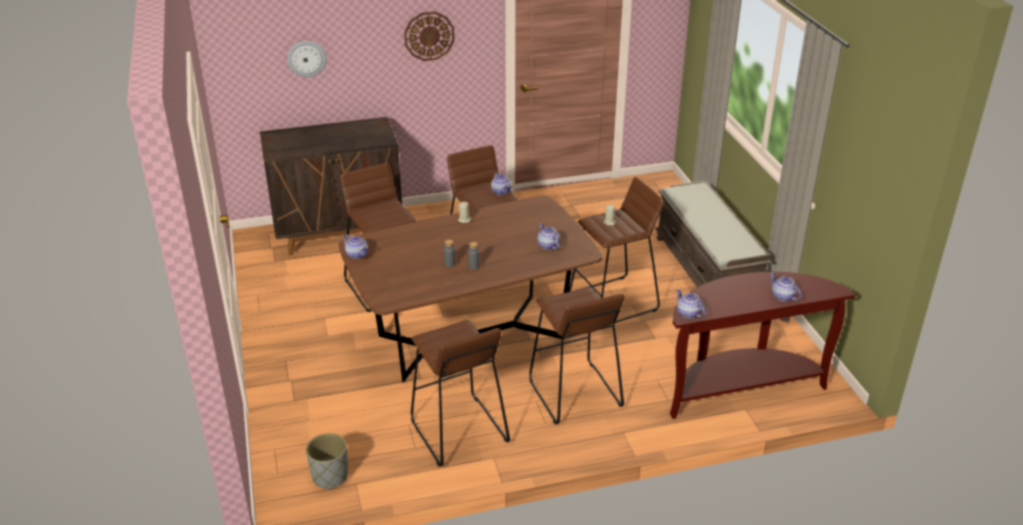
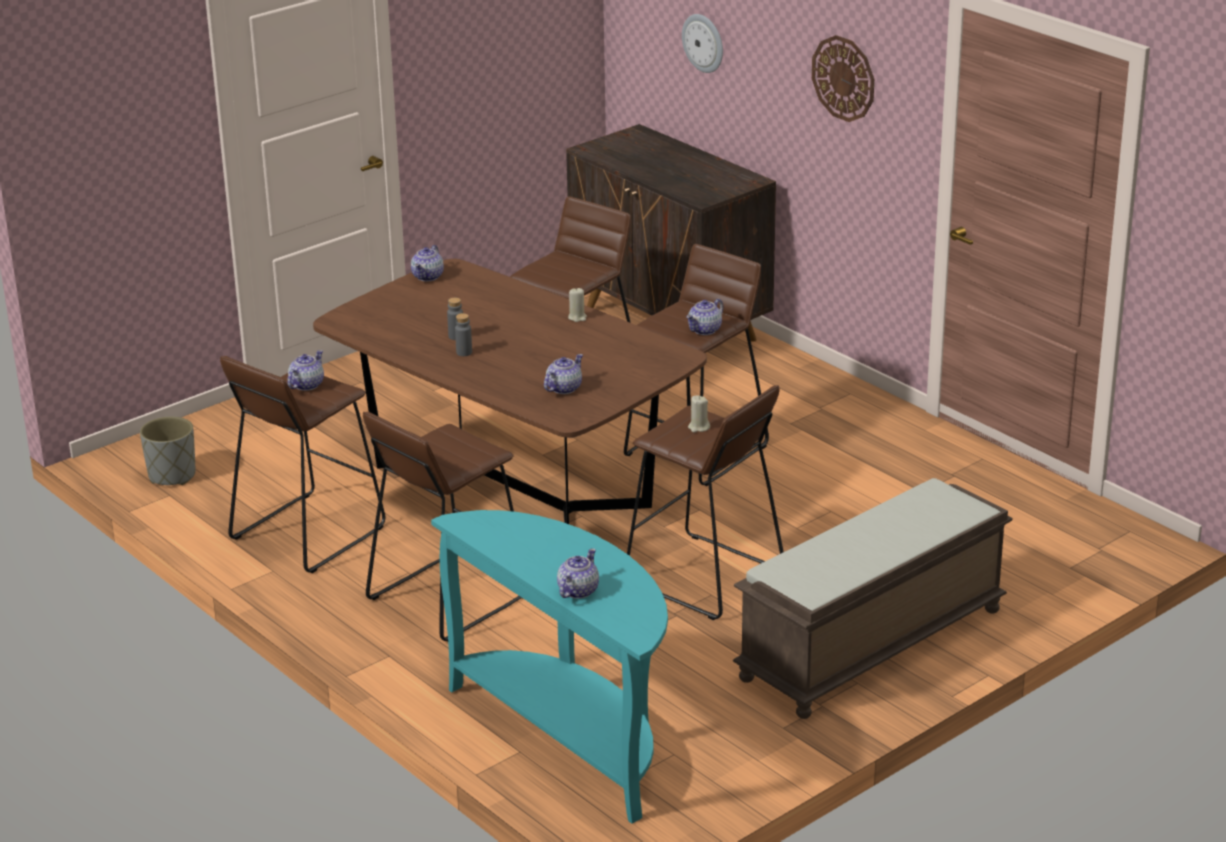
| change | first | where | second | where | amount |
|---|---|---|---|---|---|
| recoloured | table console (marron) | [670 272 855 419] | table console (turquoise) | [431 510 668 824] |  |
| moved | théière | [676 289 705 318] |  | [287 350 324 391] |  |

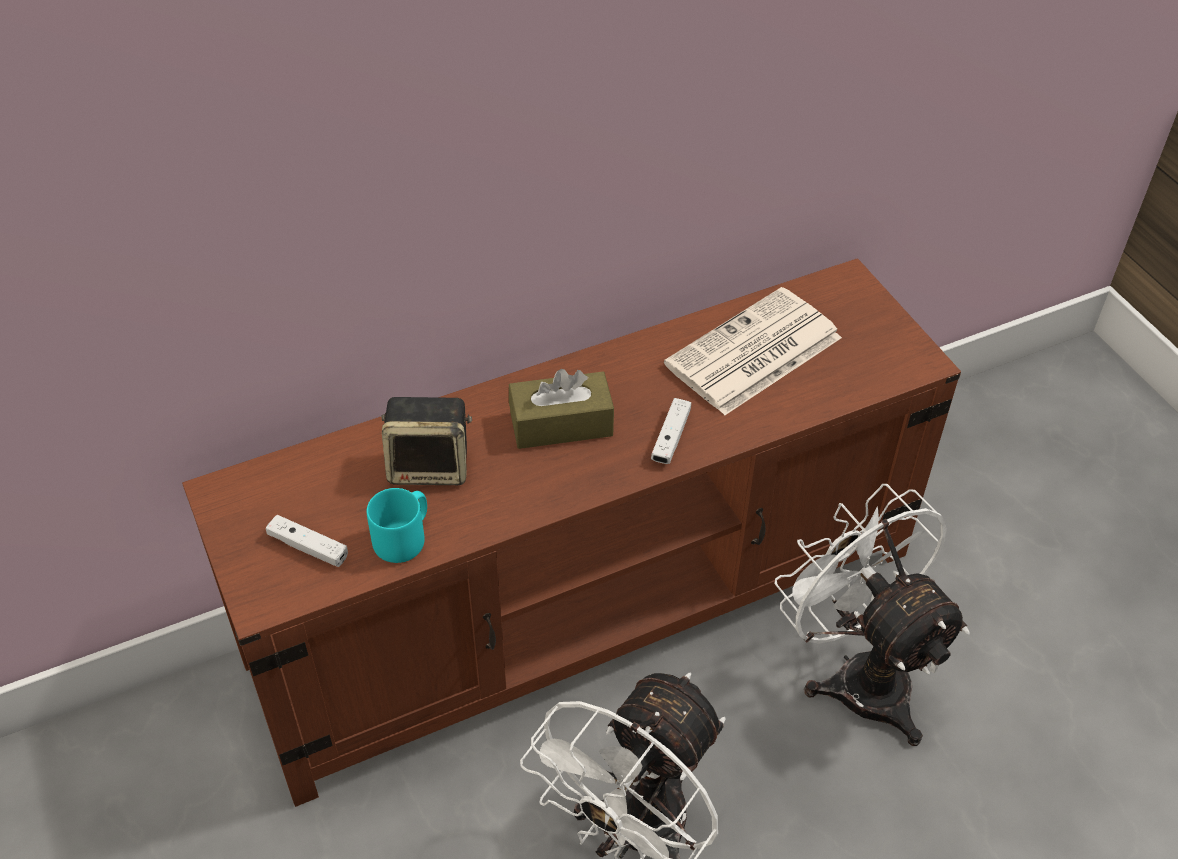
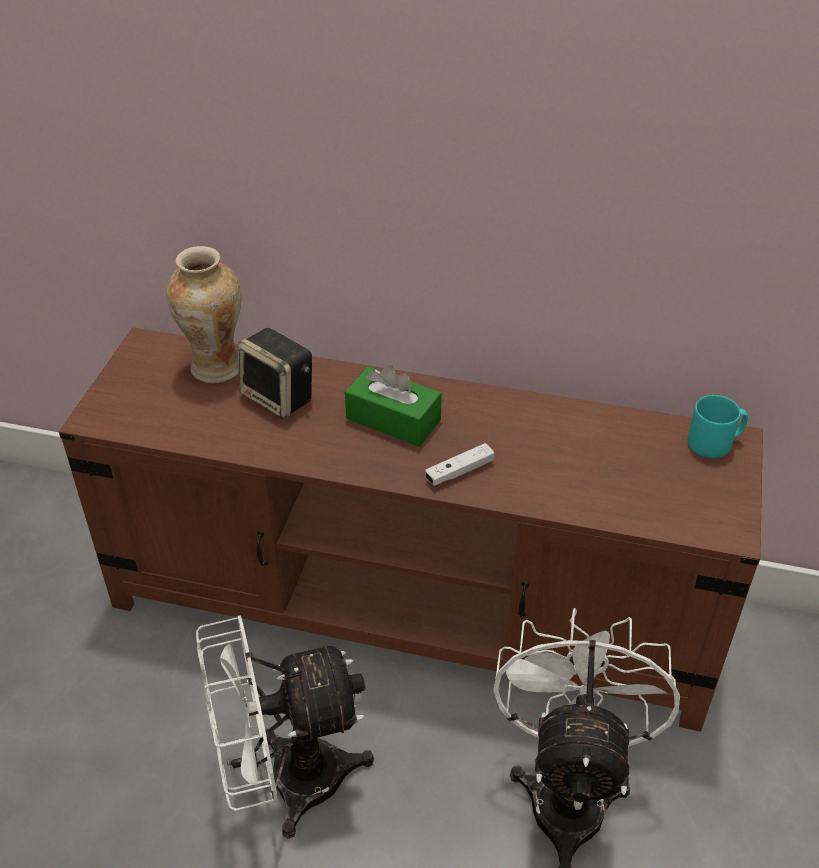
| change | first | where | second | where | amount |
|---|---|---|---|---|---|
| removed | journal | [664 287 842 415] |  |  |  |
| recoloured | boîte à mouchoirs (marron) | [509 369 614 449] | boîte à mouchoirs (vert) | [345 365 442 447] |  |
| moved | mug (turquoise) | [367 488 427 563] |  | [687 395 748 458] |  |
| removed | manette (blanc) | [266 515 348 567] |  |  |  |
| added |  |  | vase | [166 246 242 383] |  |

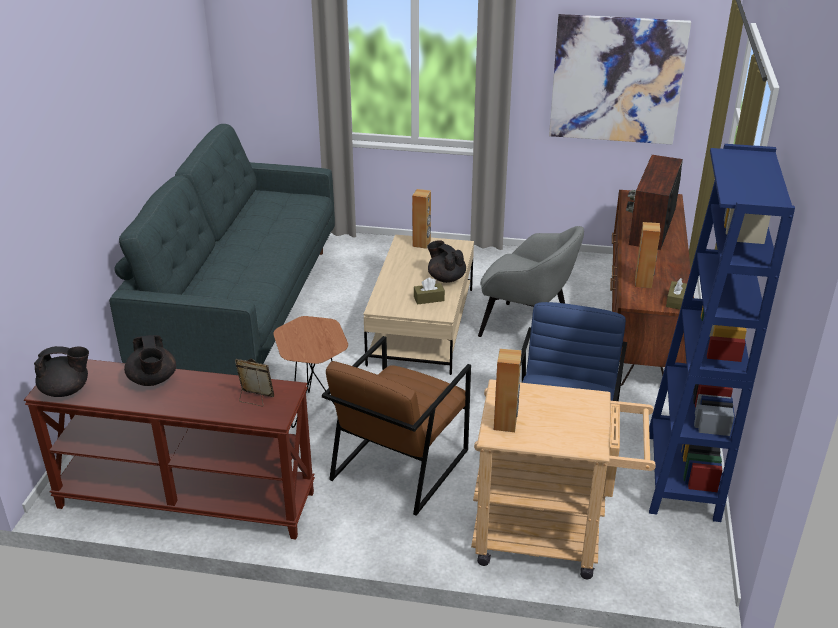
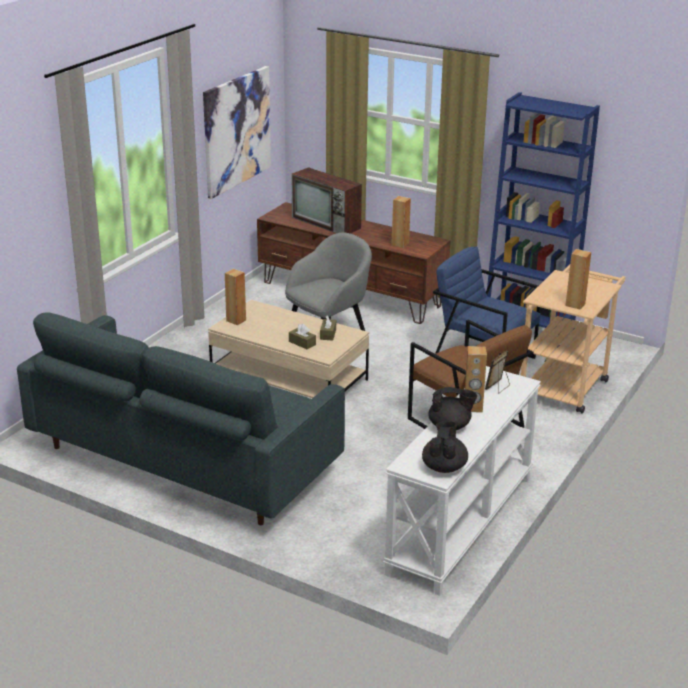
| change | first | where | second | where | amount |
|---|---|---|---|---|---|
| removed | théière (noir) | [427 240 466 283] |  |  |  |
| moved | boîte à mouchoirs (marron) | [666 278 687 309] |  | [289 324 316 349] |  |
| removed | table d'appoint (marron) | [273 316 348 428] |  |  |  |
| recoloured | table console (marron) | [24 356 315 539] | table console (blanc) | [383 366 541 596] |  |
| added |  |  | enceinte (marron) | [465 346 487 413] |  |

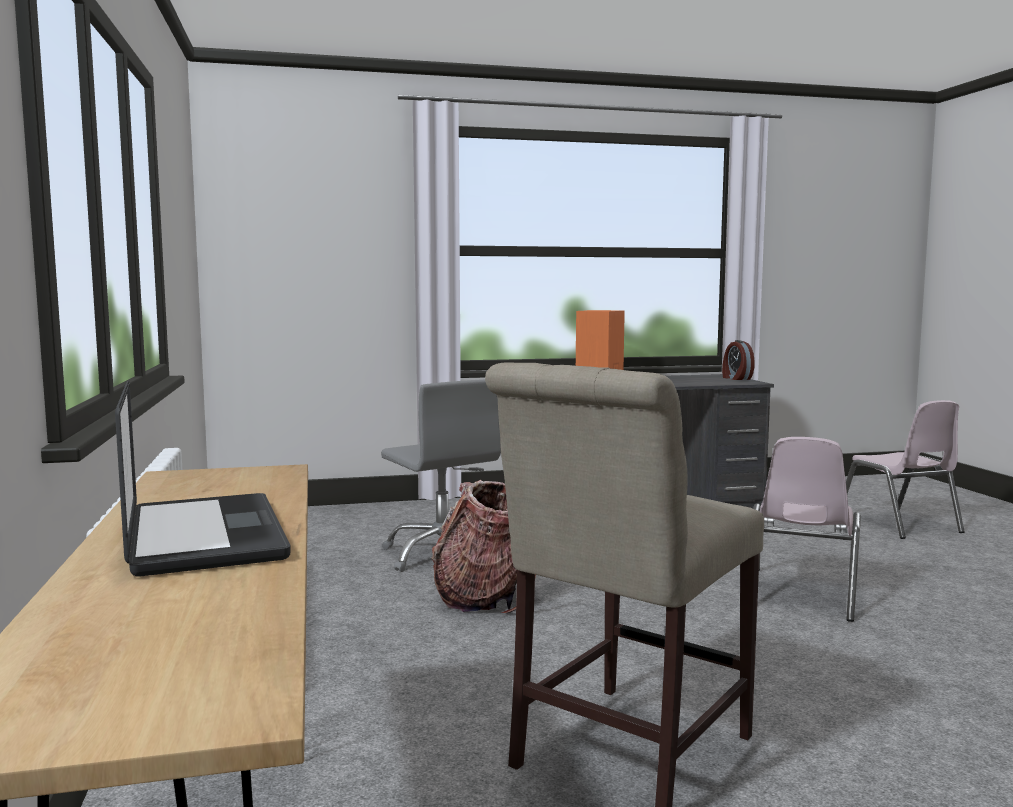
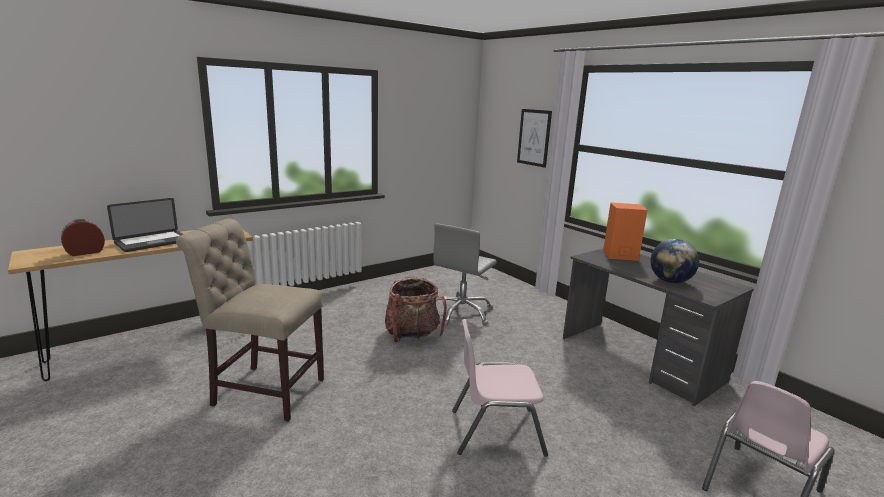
| change | first | where | second | where | amount |
|---|---|---|---|---|---|
| moved | réveil | [722 340 755 380] |  | [61 219 105 256] |  |
| added |  |  | tableau | [517 109 552 168] |  |
| added |  |  | globe | [650 239 699 283] |  |

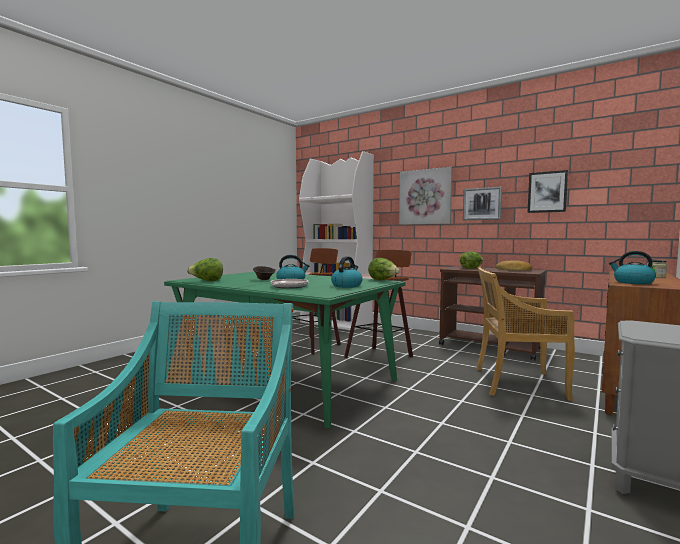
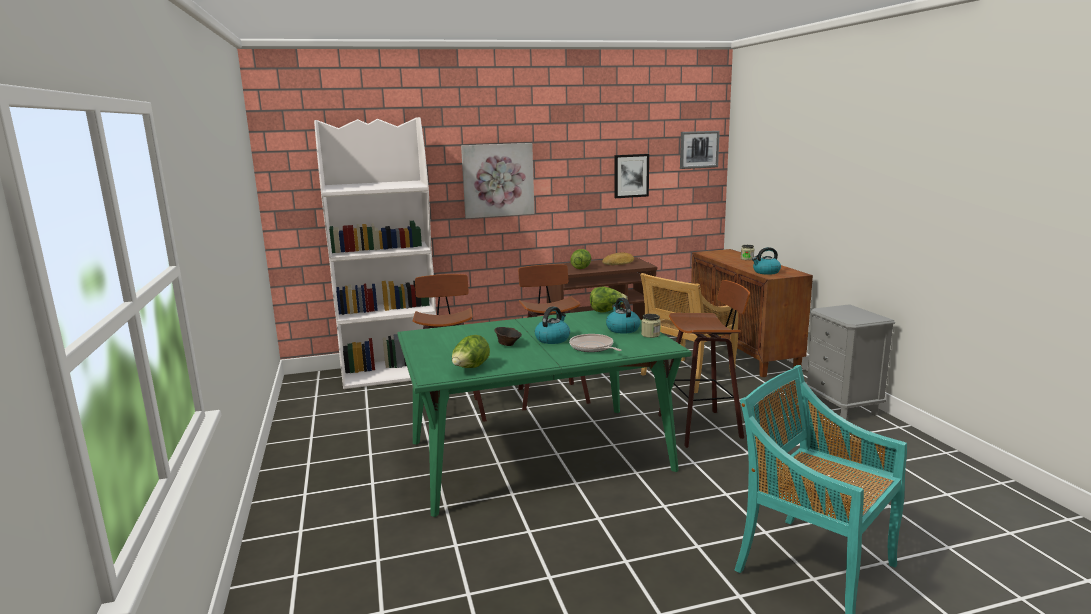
| change | first | where | second | where | amount |
|---|---|---|---|---|---|
| moved | tableau | [463 187 502 220] |  | [680 131 720 169] |  |
| added |  |  | tabouret | [658 280 750 448] |  |
| added |  |  | bocal | [641 314 661 338] |  |

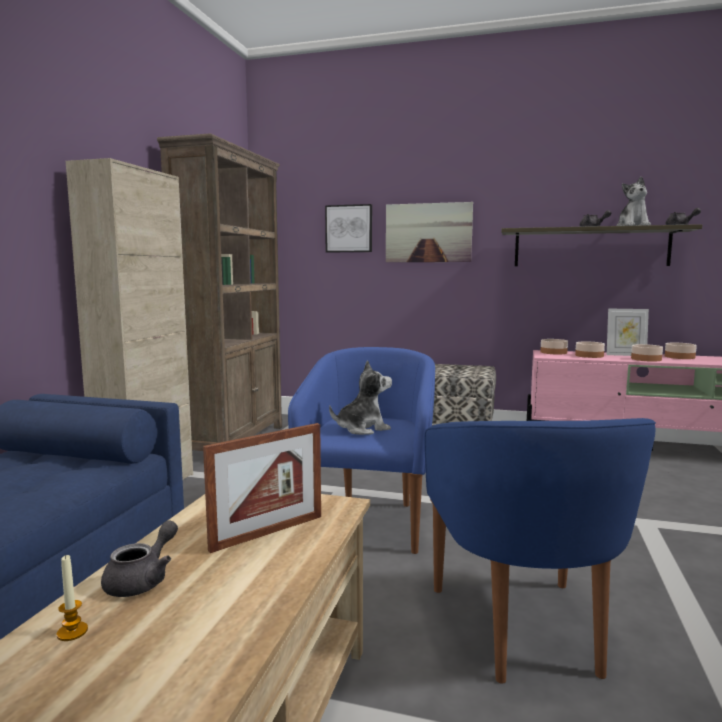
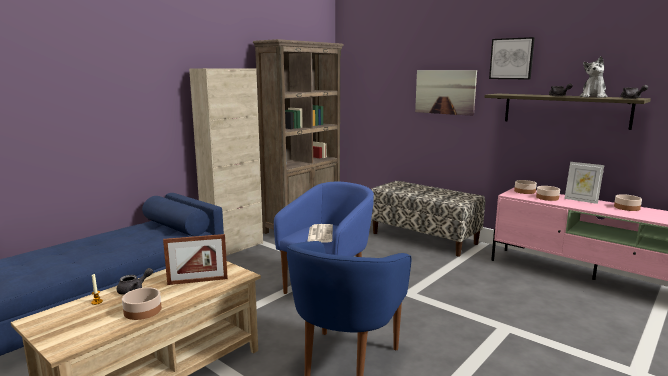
| change | first | where | second | where | amount |
|---|---|---|---|---|---|
| moved | tableau | [325 204 372 252] |  | [489 37 535 79] |  |
| moved | bol | [631 344 663 362] |  | [122 287 162 320] |  |
| replaced | peluche | [329 360 392 435] | journal | [307 224 333 243] |  |

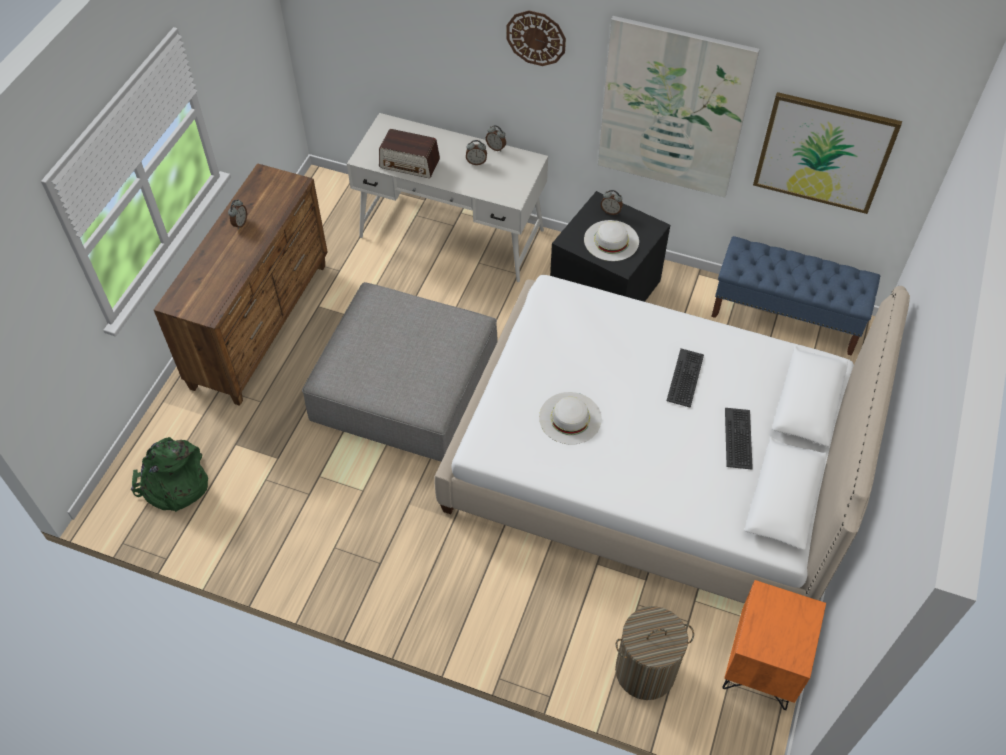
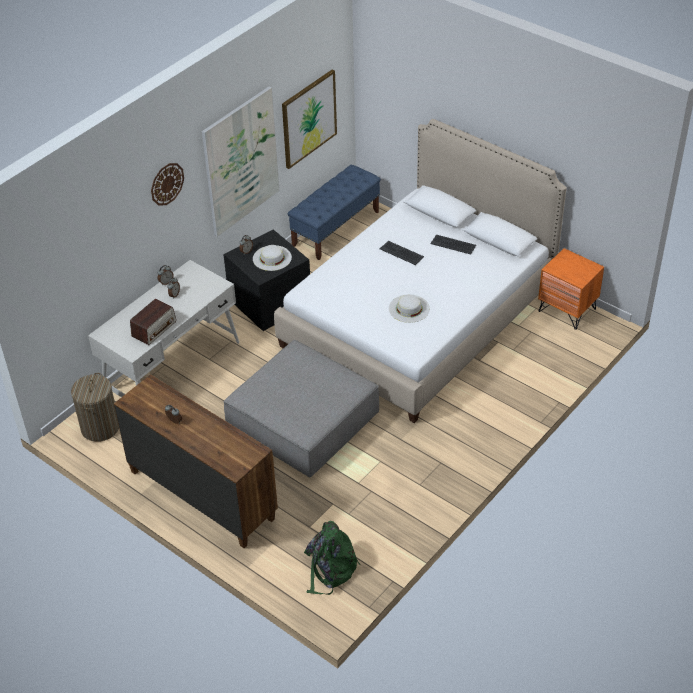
| change | first | where | second | where | amount |
|---|---|---|---|---|---|
| moved | panier à linge | [615 606 694 700] |  | [71 373 119 442] |  |

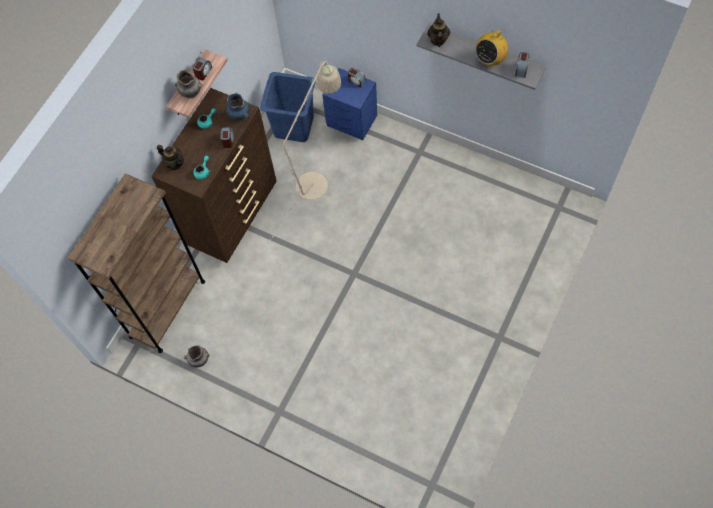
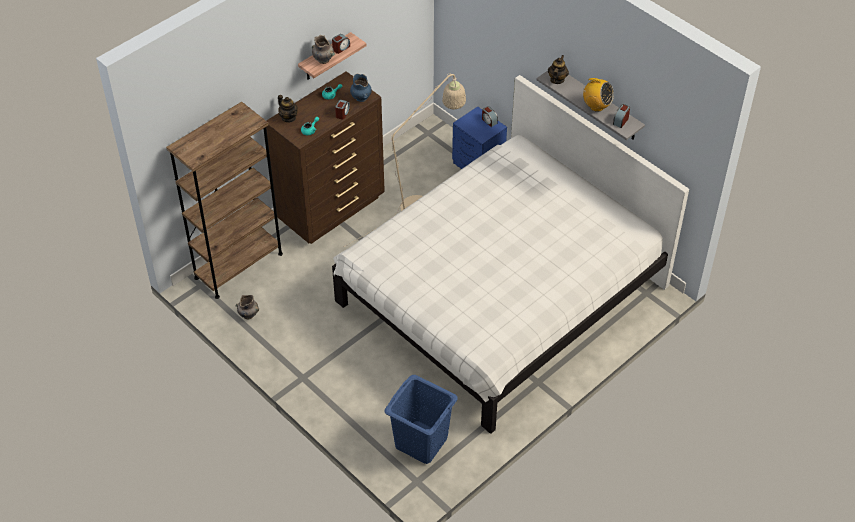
| change | first | where | second | where | amount |
|---|---|---|---|---|---|
| turned | radio | [475 25 508 66] |  | [583 78 614 112] | 120 degrees counterclockwise |
| moved | panier à linge (bleu) | [260 72 316 142] |  | [384 375 458 464] |  |
| added |  |  | lit (blanc) | [332 75 689 434] |  |

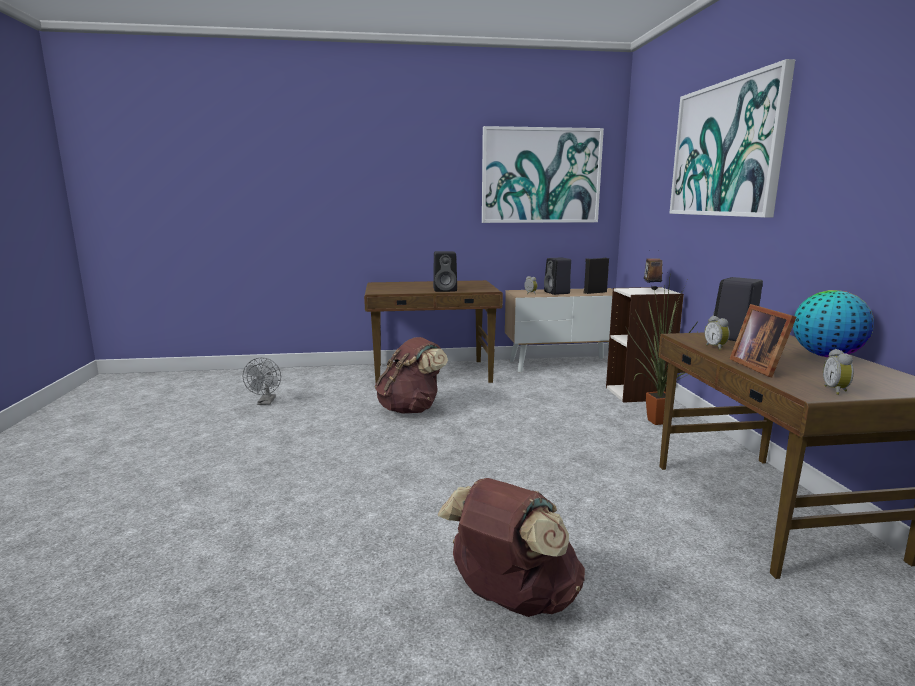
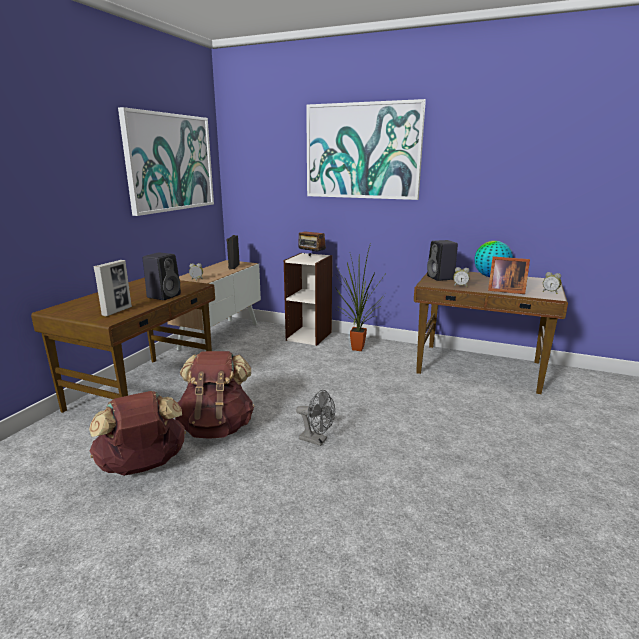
| change | first | where | second | where | amount |
|---|---|---|---|---|---|
| removed | enceinte (noir) | [544 257 571 295] |  |  |  |
| moved | ventilateur (gris) | [243 358 281 405] |  | [296 390 335 446] |  |
| moved | sac à dos (marron) | [438 478 585 617] |  | [89 391 186 476] |  |
| added |  |  | cadre photo | [94 260 132 317] |  |

